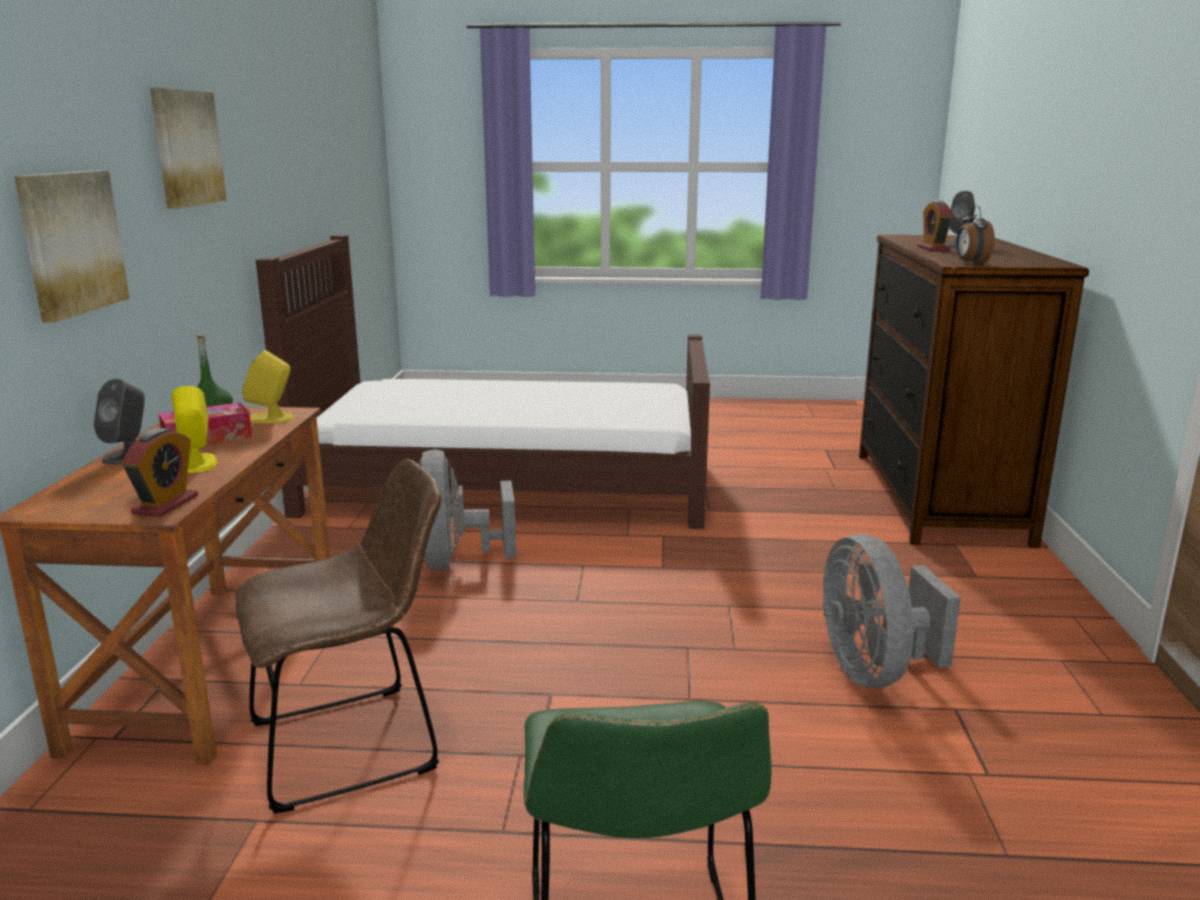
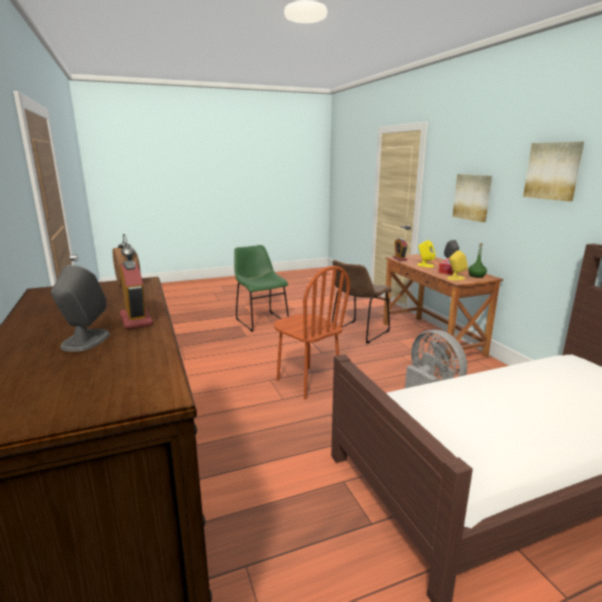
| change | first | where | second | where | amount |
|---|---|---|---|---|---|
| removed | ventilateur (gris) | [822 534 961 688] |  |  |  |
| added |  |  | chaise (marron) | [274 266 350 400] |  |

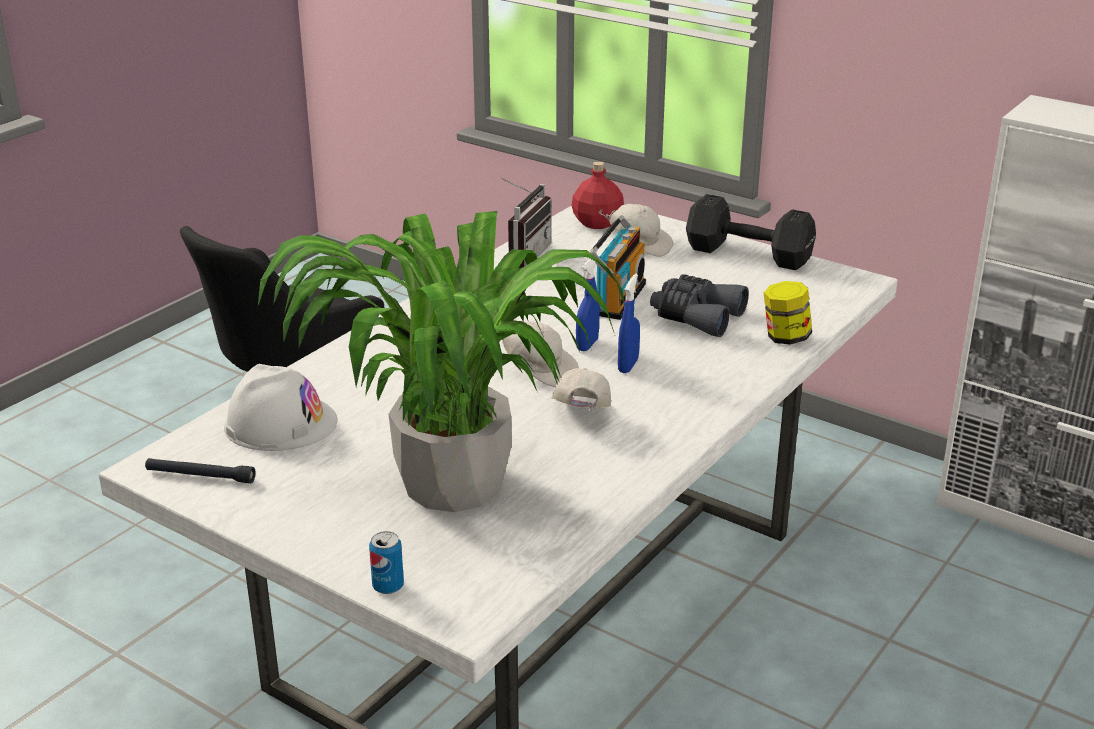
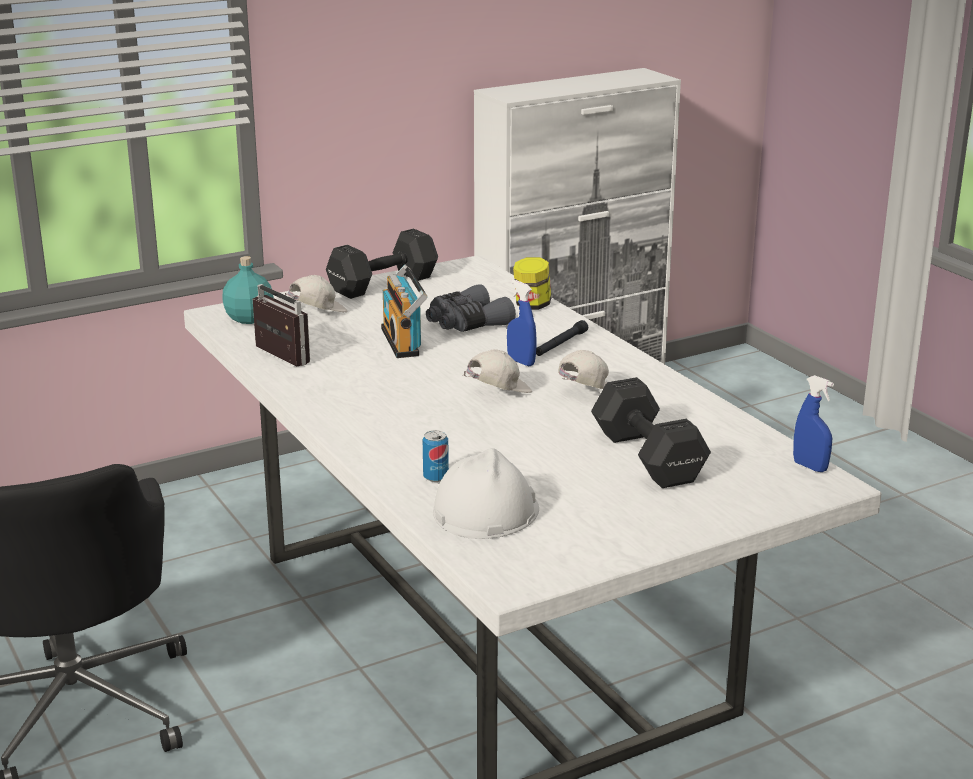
| change | first | where | second | where | amount |
|---|---|---|---|---|---|
| recoloured | bouteille (rouge) | [572 161 624 229] | bouteille (turquoise) | [222 256 274 324] |  |
| replaced | plante en pot | [258 211 625 512] | haltère (noir) | [591 377 711 488] |  |
| turned | radio | [590 215 646 320] |  | [381 265 428 358] | 150 degrees counterclockwise |
| moved | vaporisateur (bleu) | [576 259 600 351] |  | [793 375 834 472] |  |
| turned | casquette (blanc) | [551 368 611 411] |  | [558 350 609 389] | 105 degrees clockwise |
| moved | lampe de poche (noir) | [145 458 256 483] |  | [536 320 588 356] |  |
| moved | boîte métallique | [369 531 404 594] |  | [423 430 449 482] |  |

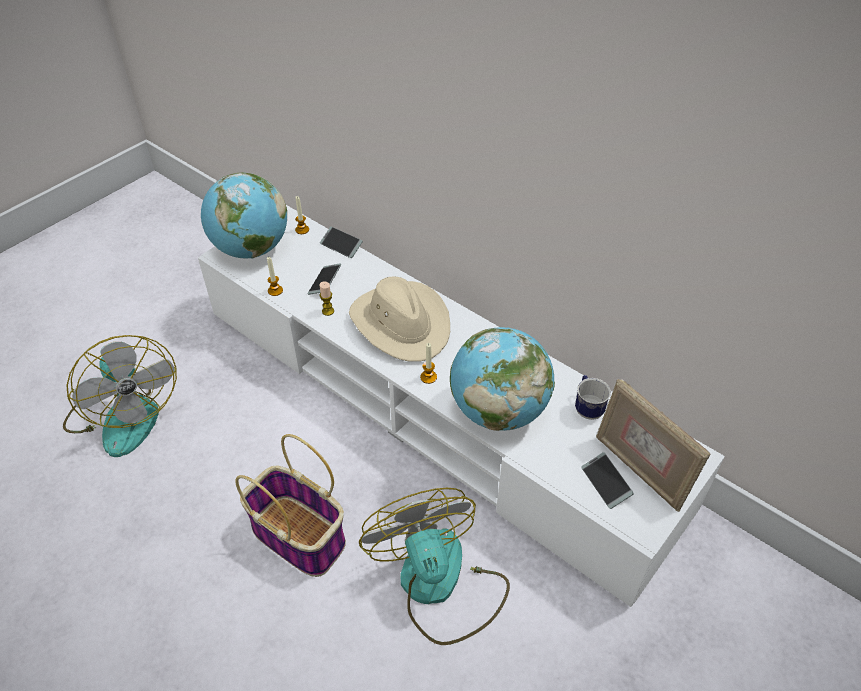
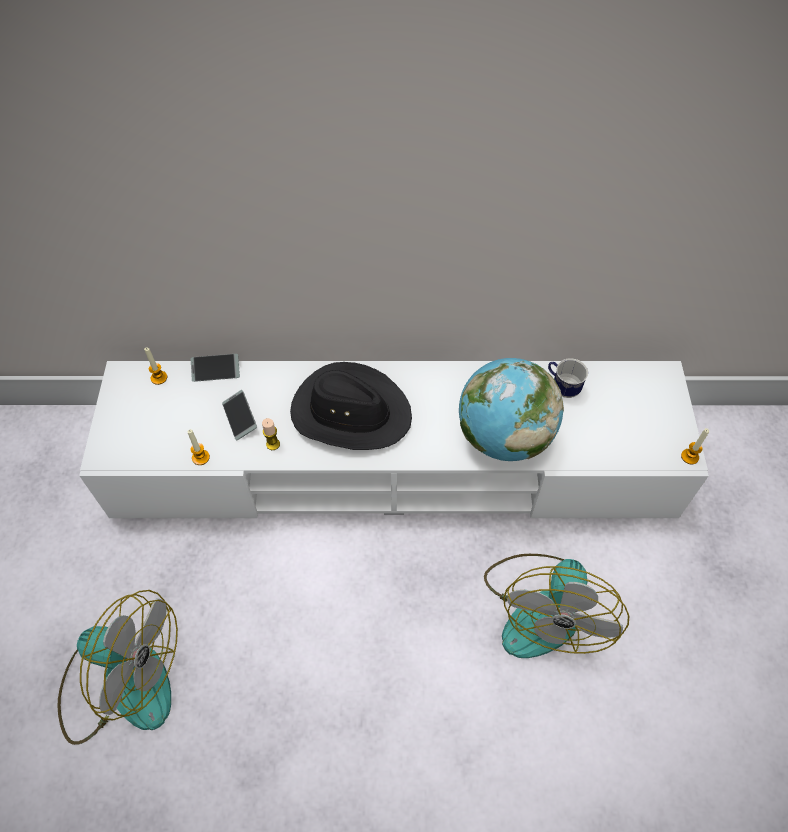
| change | first | where | second | where | amount |
|---|---|---|---|---|---|
| removed | globe | [201 173 287 259] |  |  |  |
| recoloured | chapeau (beige) | [349 276 450 361] | chapeau (noir) | [290 362 412 450] |  |
| moved | bougie | [420 343 437 384] |  | [681 428 709 464] |  |
| removed | cadre photo | [596 379 710 512] |  |  |  |
| removed | panier | [235 434 346 577] |  |  |  |
| removed | téléphone | [581 452 634 509] |  |  |  |
| turned | ventilateur | [359 488 510 645] |  | [484 554 629 658] | 105 degrees counterclockwise |

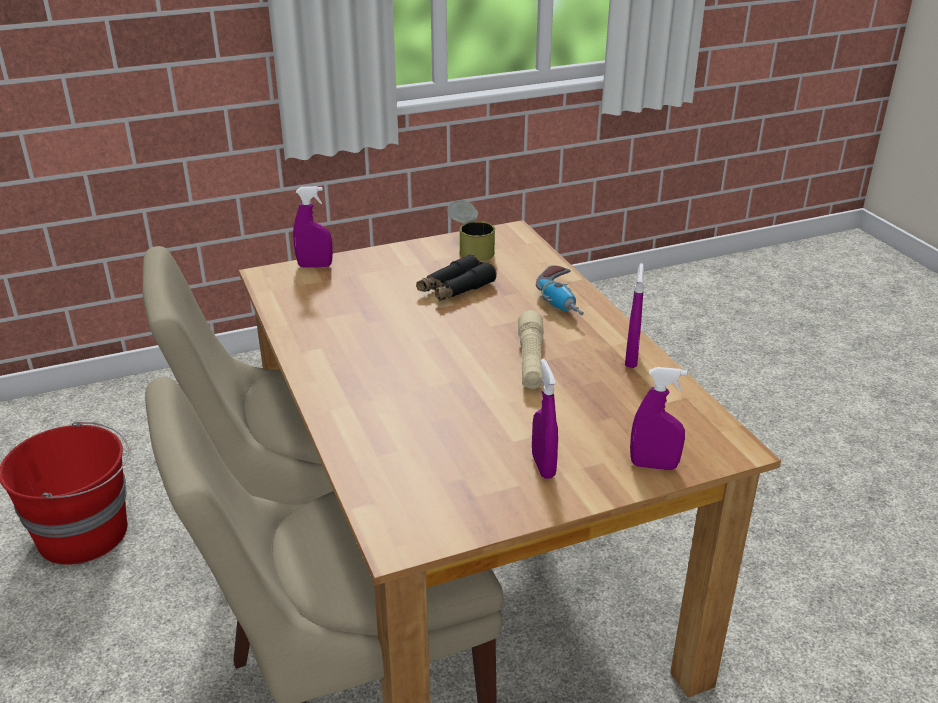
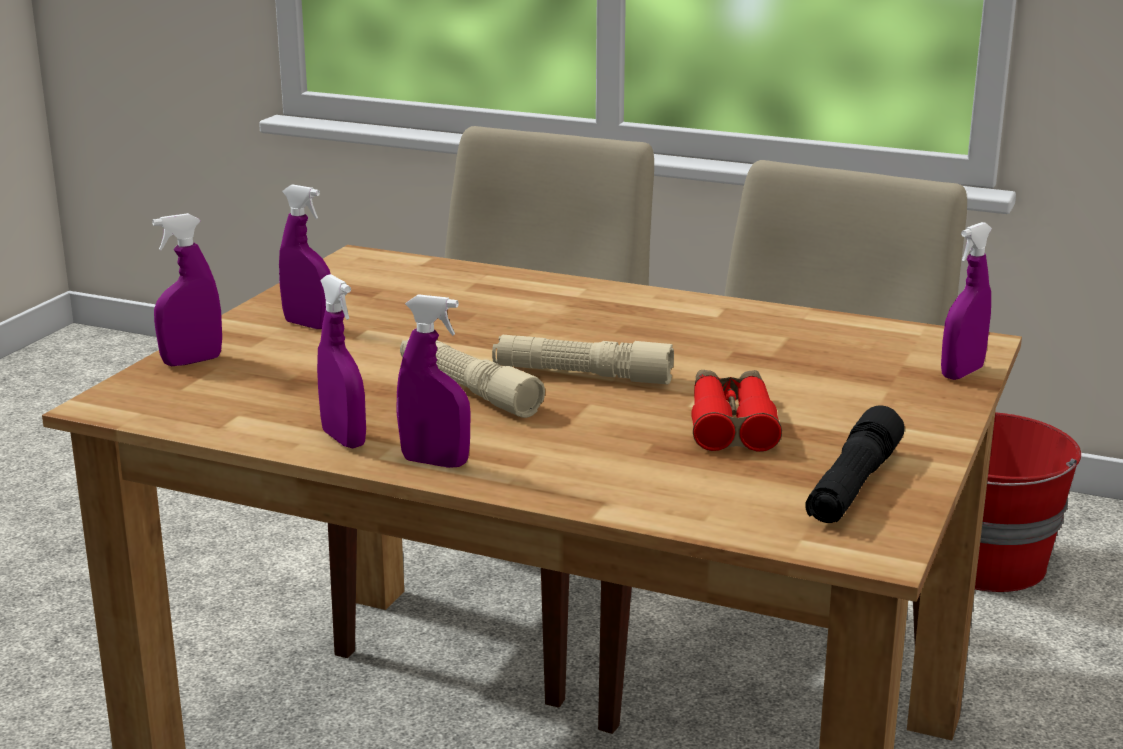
| change | first | where | second | where | amount |
|---|---|---|---|---|---|
| replaced | boîte métallique | [447 200 495 261] | lampe de poche (noir) | [805 405 905 523] |  |
| recoloured | jumelles (noir) | [416 254 497 301] | jumelles (rouge) | [691 370 782 452] |  |
| removed | perceuse | [536 265 584 315] |  |  |  |
| added |  |  | vaporisateur (violet) | [396 294 471 468] |  |
| added |  |  | lampe de poche (beige) | [492 335 674 385] |  |

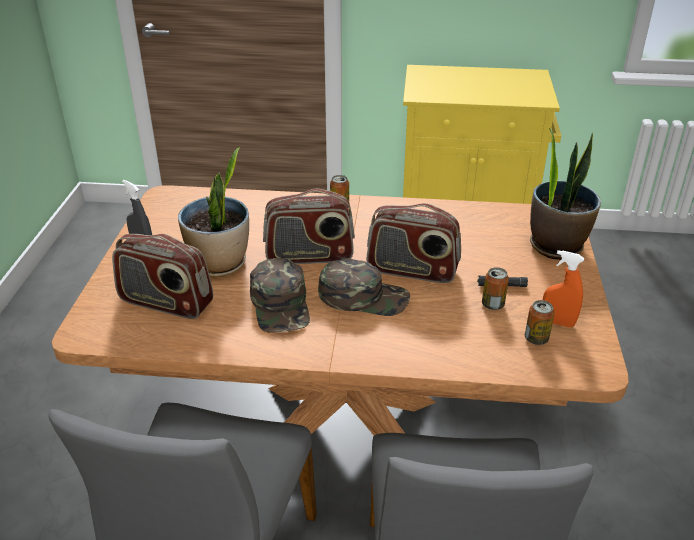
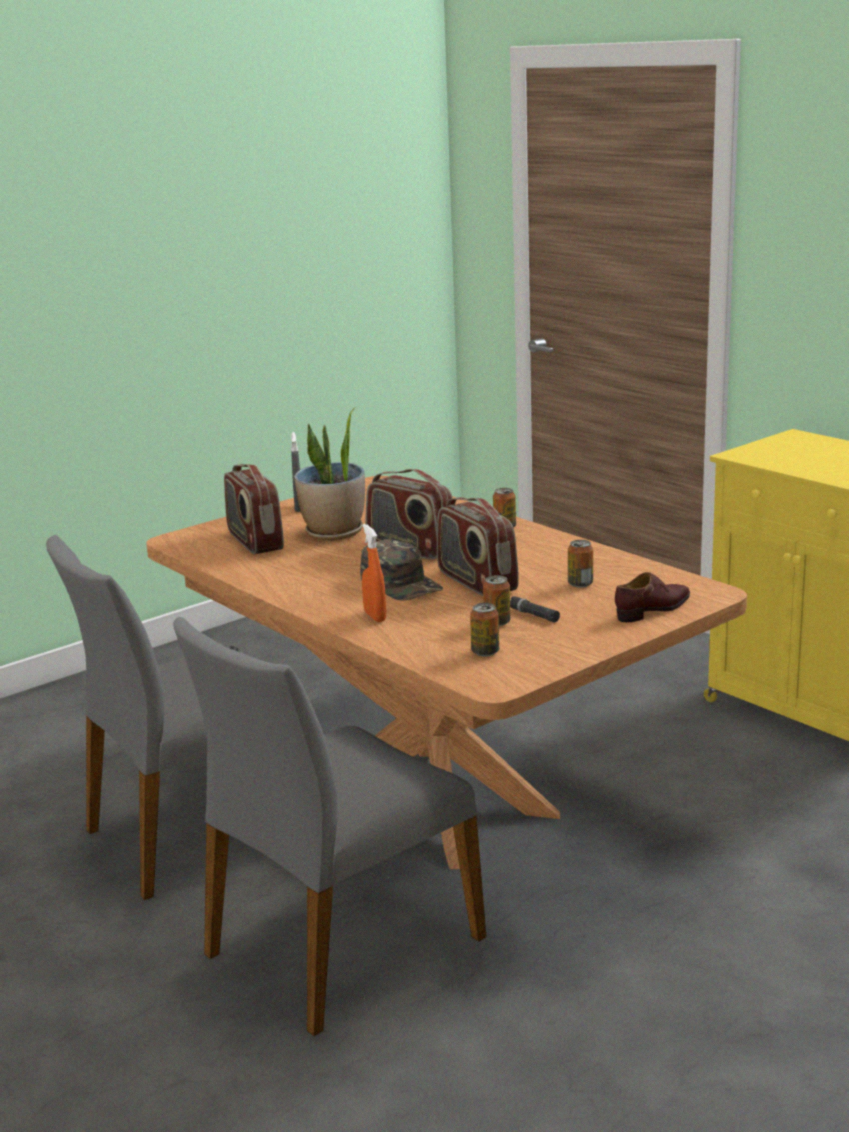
| change | first | where | second | where | amount |
|---|---|---|---|---|---|
| replaced | plante en pot | [530 128 601 260] | chaussure (marron) | [615 572 690 622] |  |
| moved | vaporisateur (orange) | [543 250 584 327] |  | [362 524 386 622] |  |
| removed | casquette (vert) | [250 258 310 333] |  |  |  |
| added |  |  | boîte métallique | [568 540 593 588] |  |

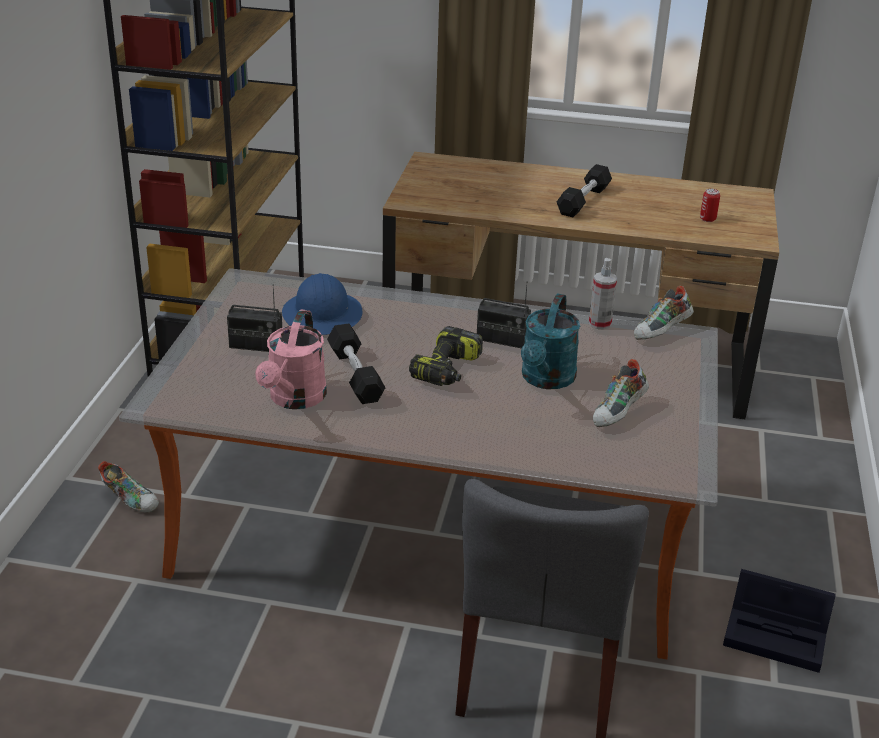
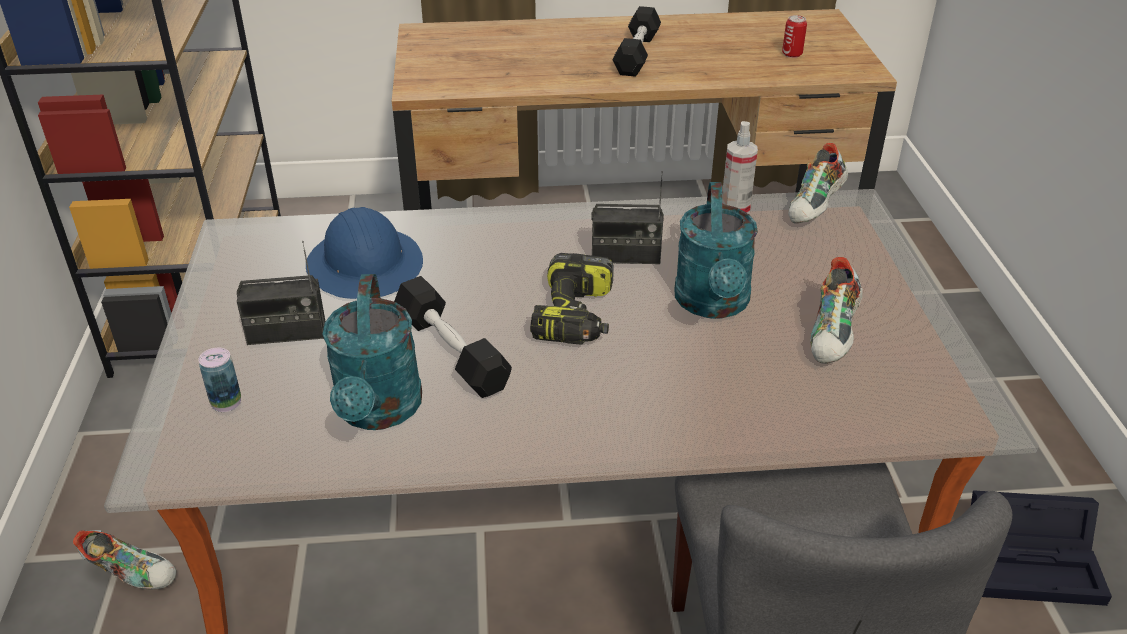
| change | first | where | second | where | amount |
|---|---|---|---|---|---|
| recoloured | arrosoir (rose) | [255 309 327 409] | arrosoir (turquoise) | [322 274 422 430] |  |
| added |  |  | boîte métallique | [198 348 241 412] |  |

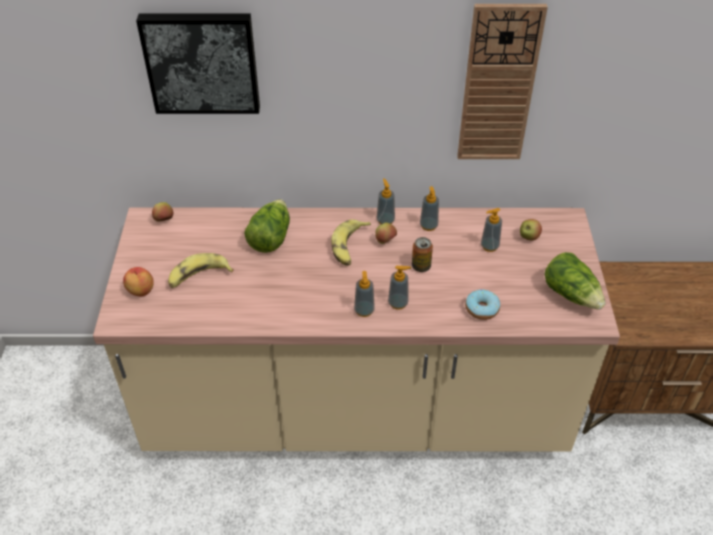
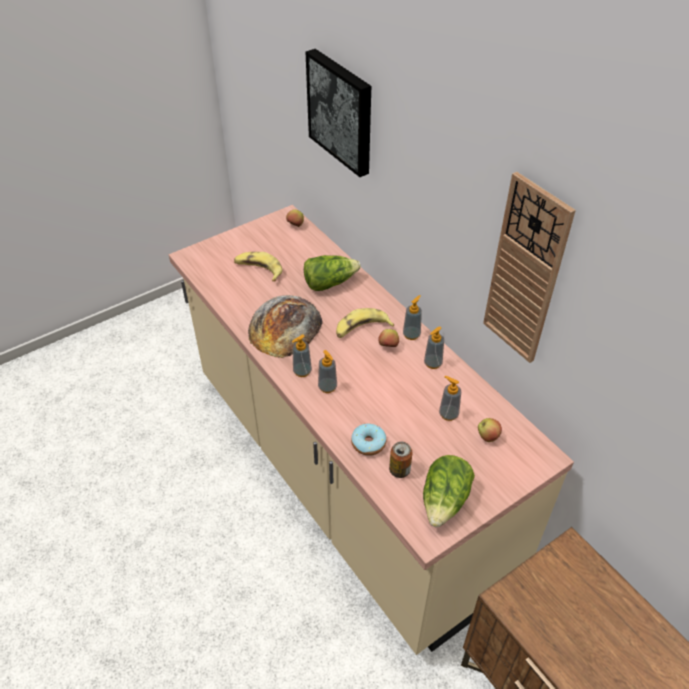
| change | first | where | second | where | amount |
|---|---|---|---|---|---|
| moved | boîte métallique | [412 237 433 272] |  | [389 442 412 478] |  |
| removed | pomme | [123 267 154 296] |  |  |  |
| added |  |  | pain | [248 295 323 358] |  |

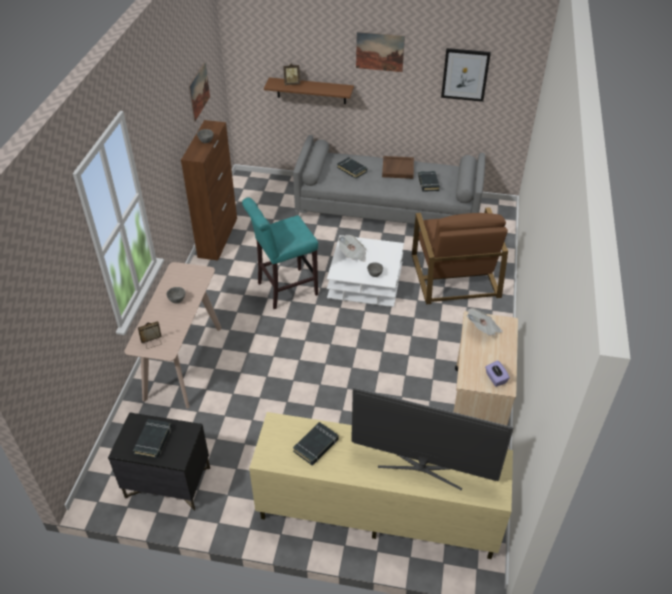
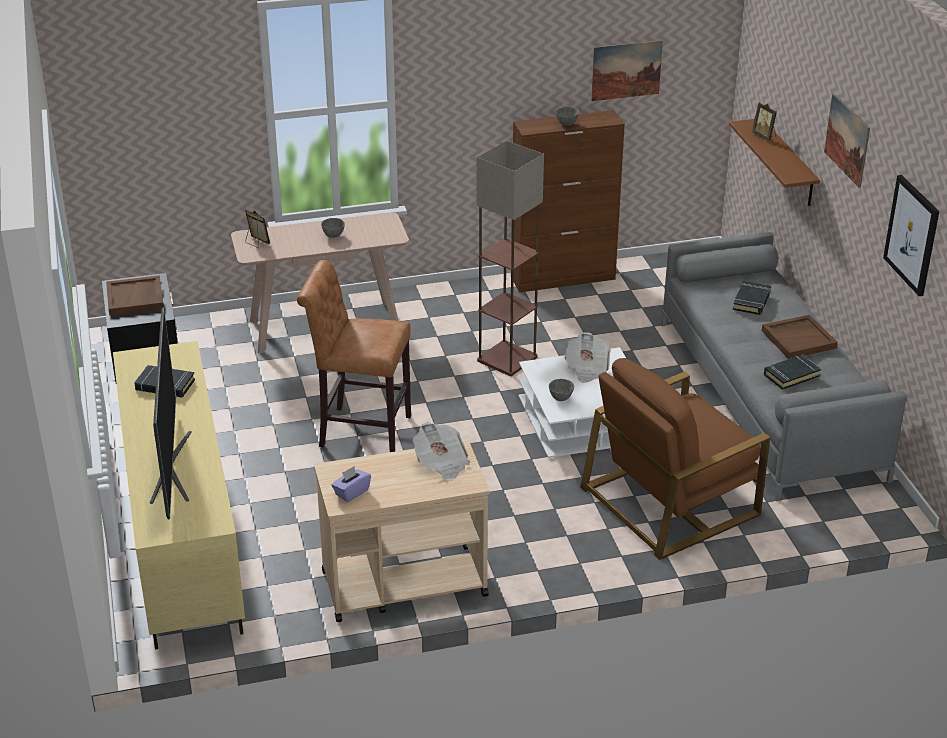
| change | first | where | second | where | amount |
|---|---|---|---|---|---|
| replaced | tabouret (turquoise) | [242 197 318 309] | lampadaire | [476 141 544 376] |  |
| replaced | livre (noir) | [133 419 172 459] | plateau (marron) | [106 275 164 316] |  |
| added |  |  | tabouret (marron) | [297 260 411 452] |  |

